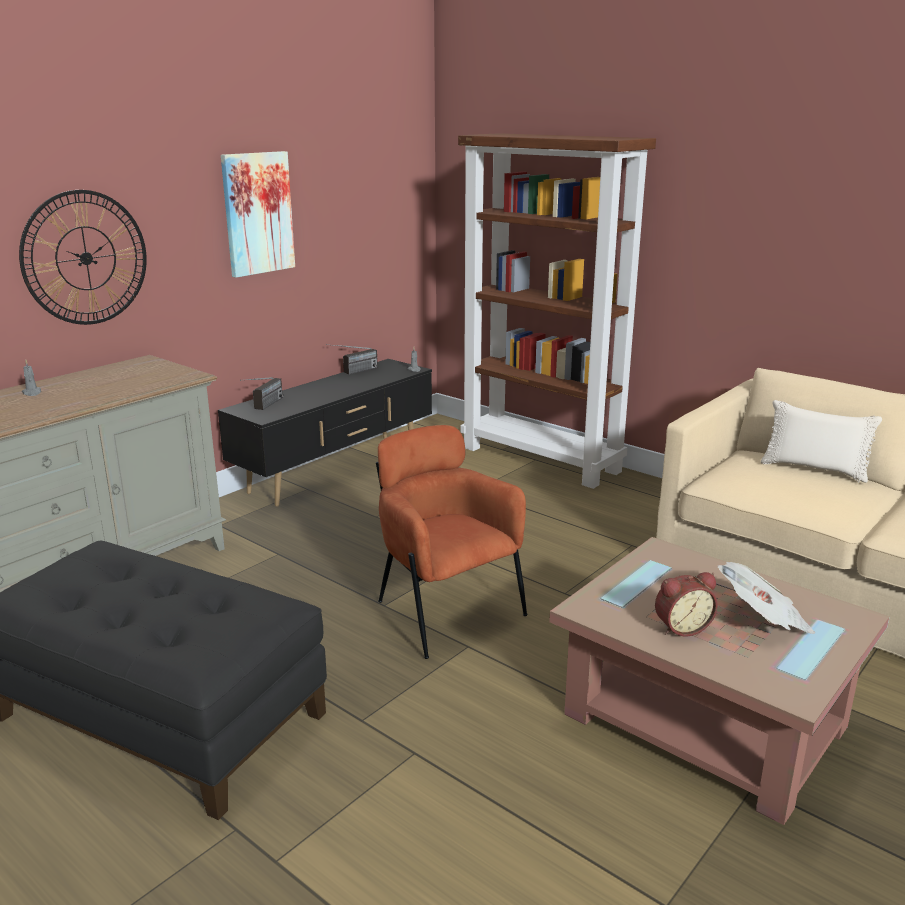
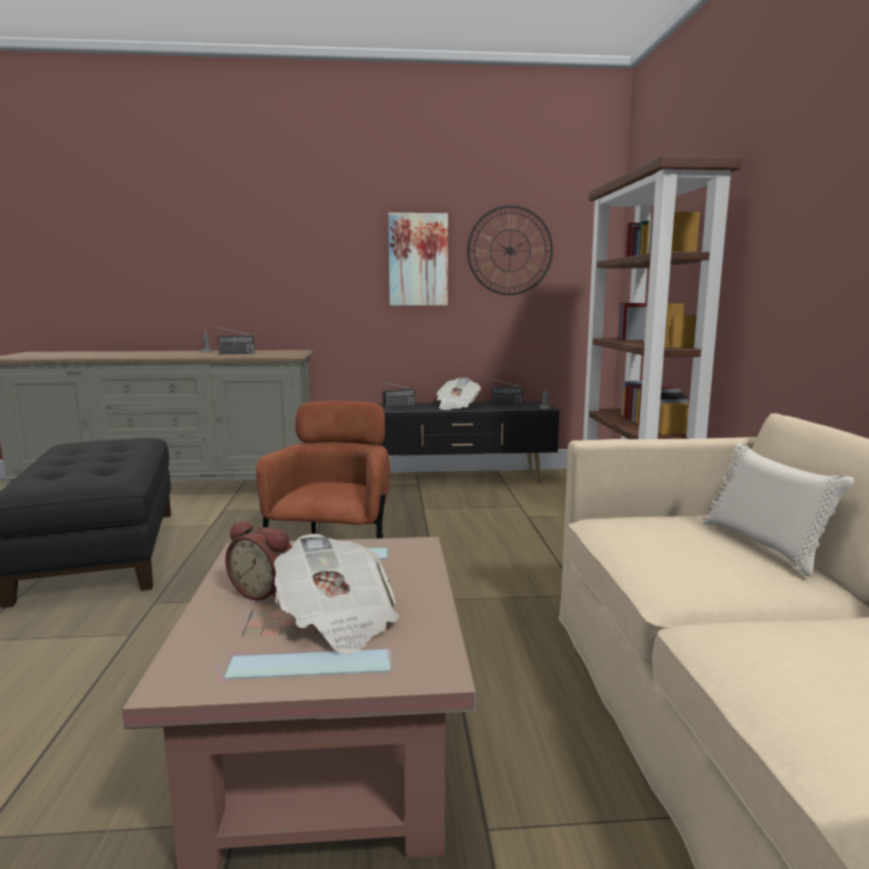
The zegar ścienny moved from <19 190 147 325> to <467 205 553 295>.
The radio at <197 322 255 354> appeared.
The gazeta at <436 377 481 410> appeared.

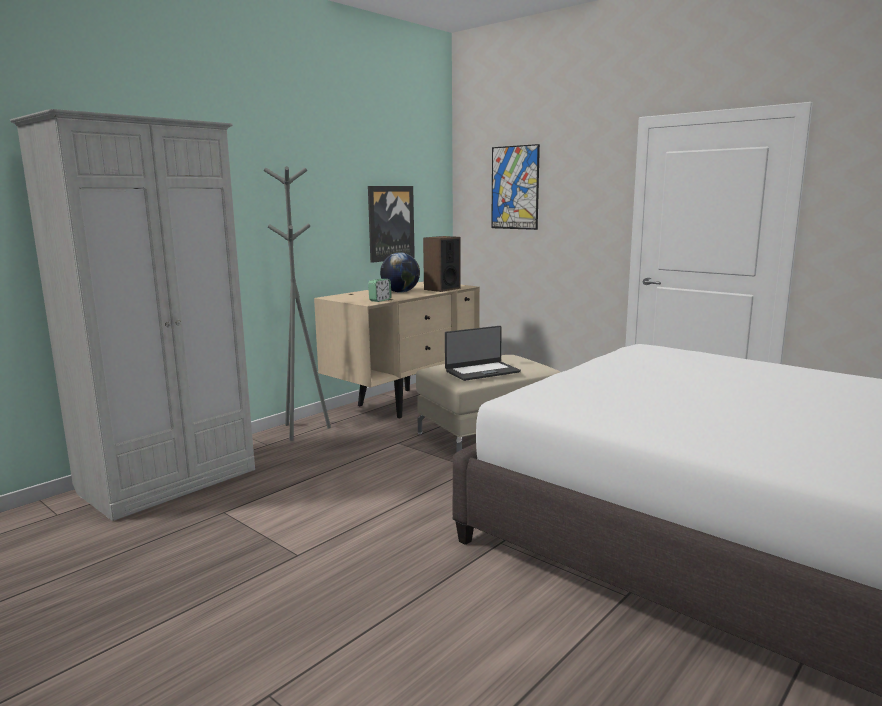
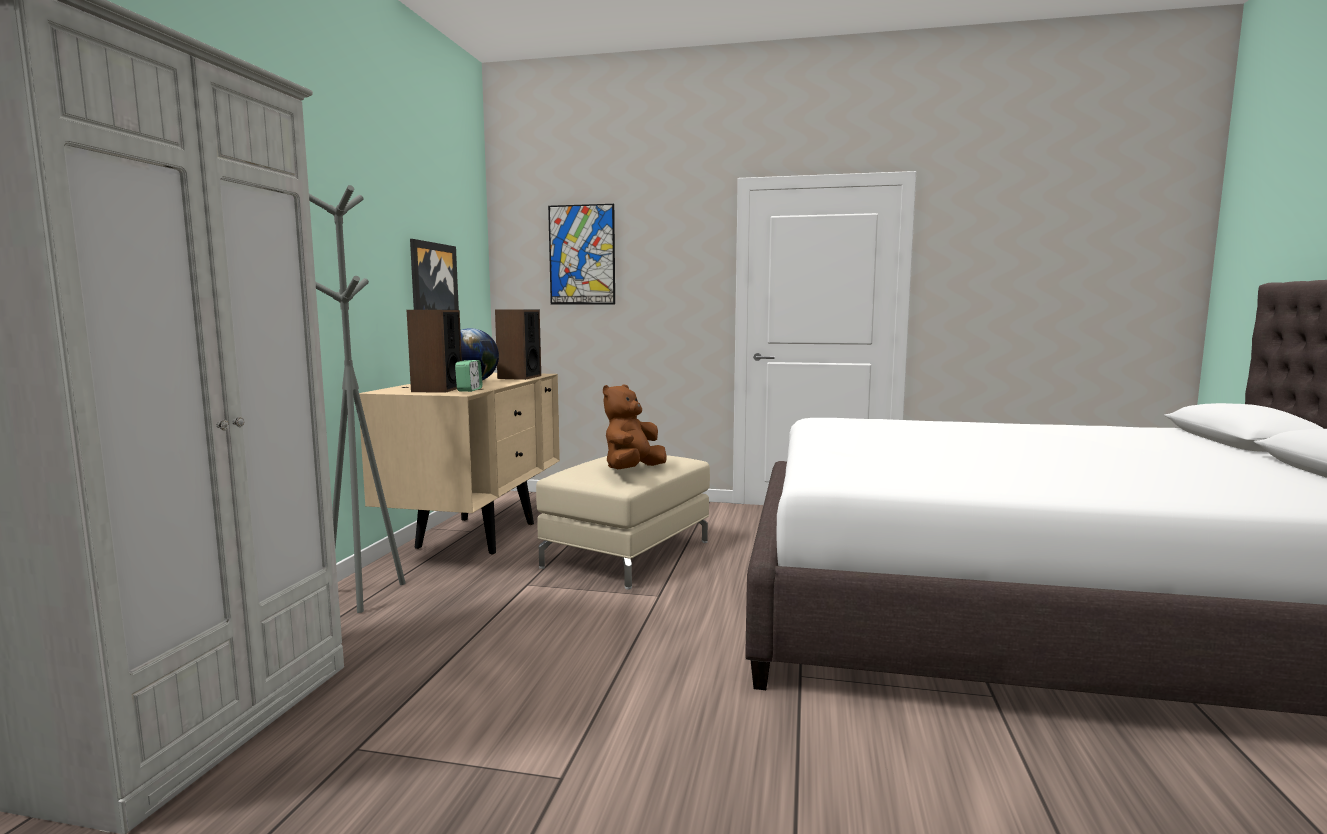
The laptop at <445 326 521 381> was replaced by the pluszak [brązowy] at <603 384 667 469>.
The głośnik at <407 310 462 393> appeared.

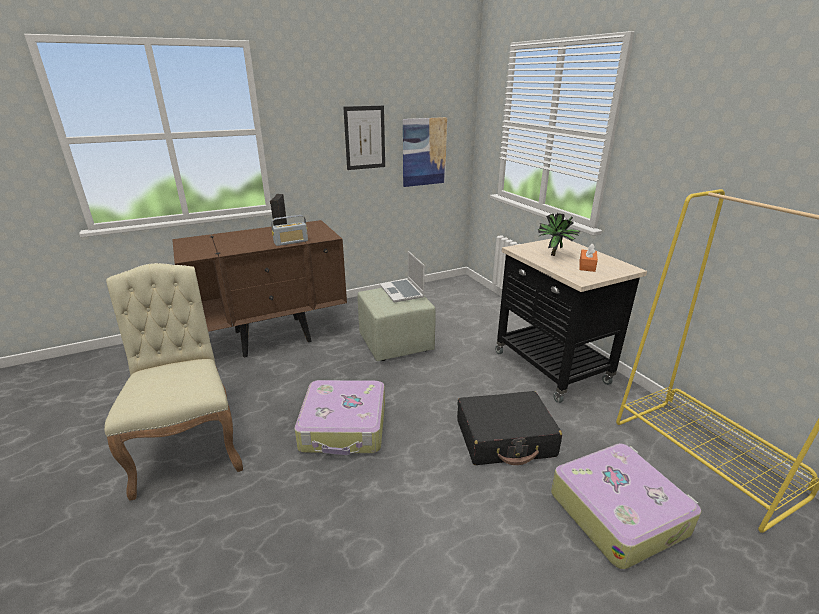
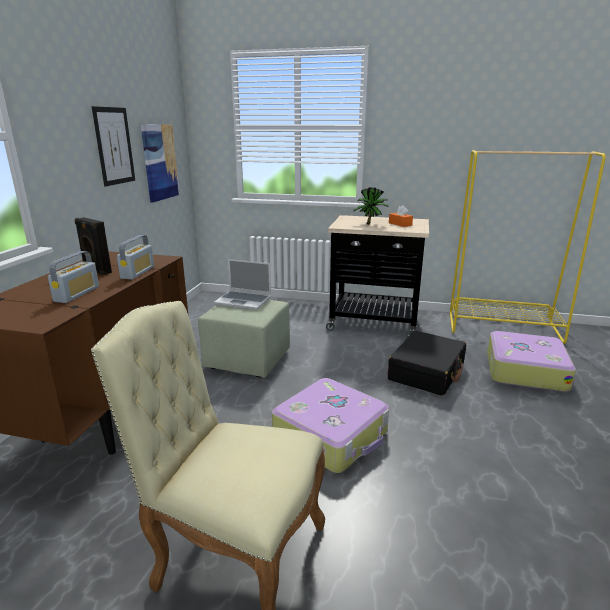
The radio at <48 251 99 303> appeared.

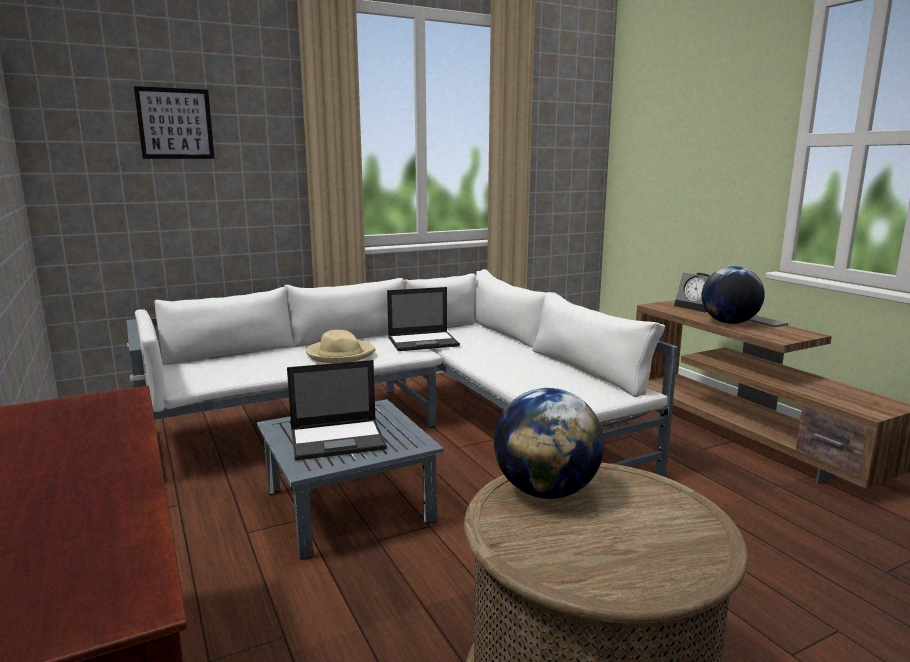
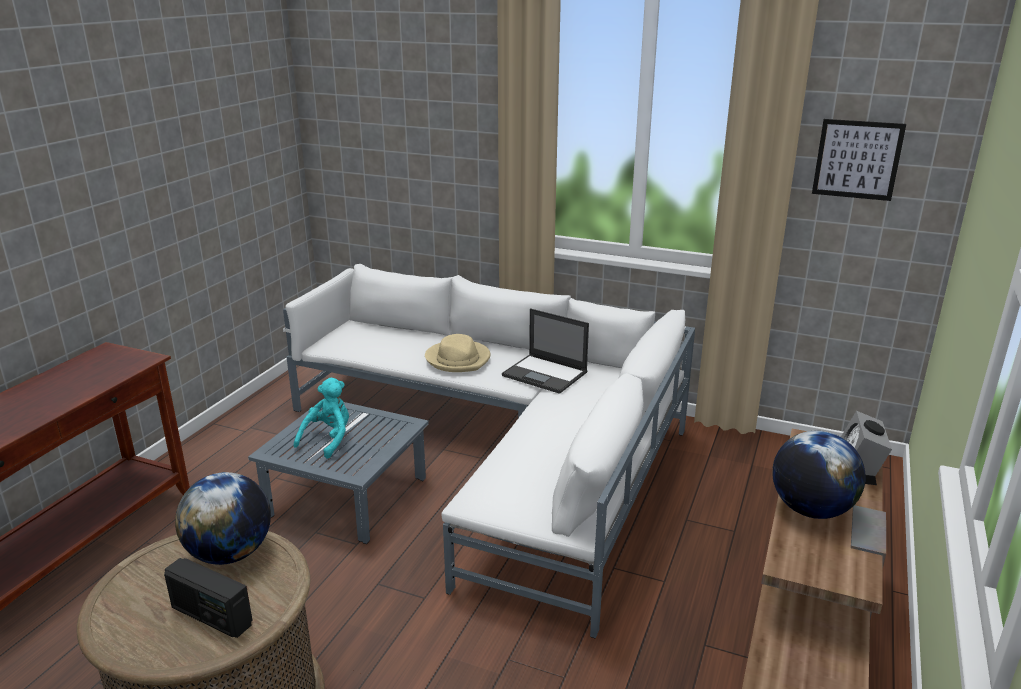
The obraz moved from <134 86 215 159> to <812 119 906 201>.
The laptop at <287 360 387 461> was replaced by the pluszak [turkusowy] at <294 378 349 459>.
The radio at <164 558 252 638> appeared.

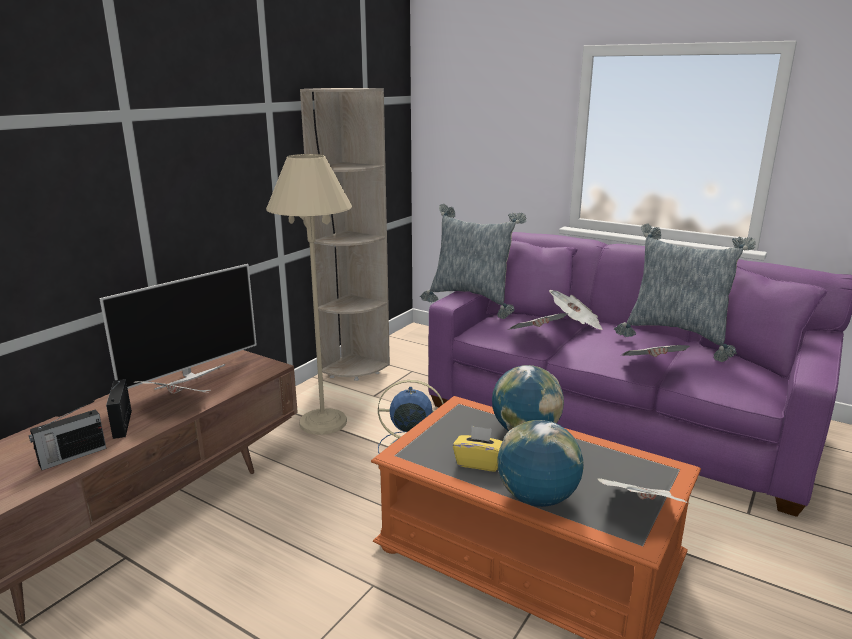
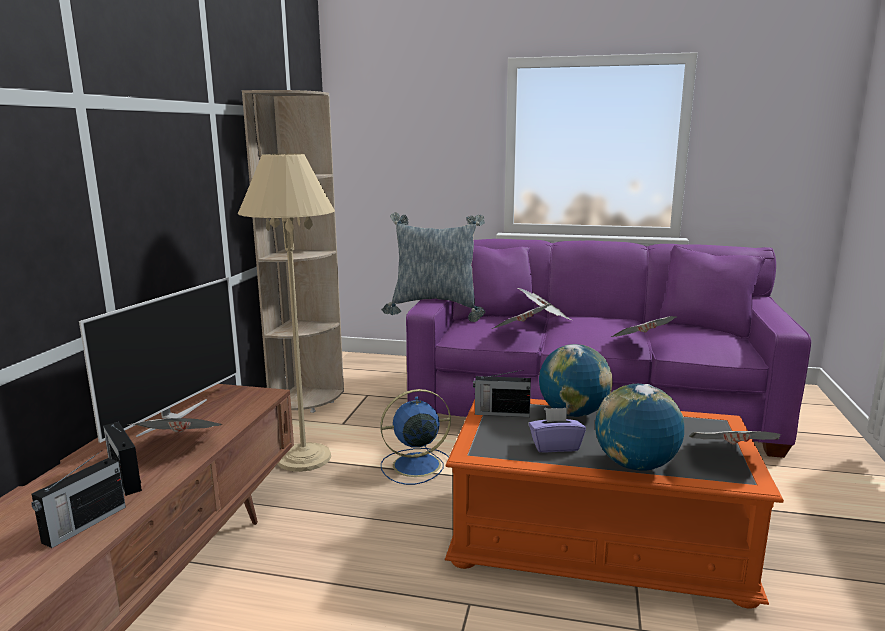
The poduszka at <614 223 756 362> disappeared.
The pudełko chusteczek [żółty] at <453 425 502 472> became the pudełko chusteczek [fioletowy] at <529 408 586 453>.
The radio at <473 370 531 417> appeared.

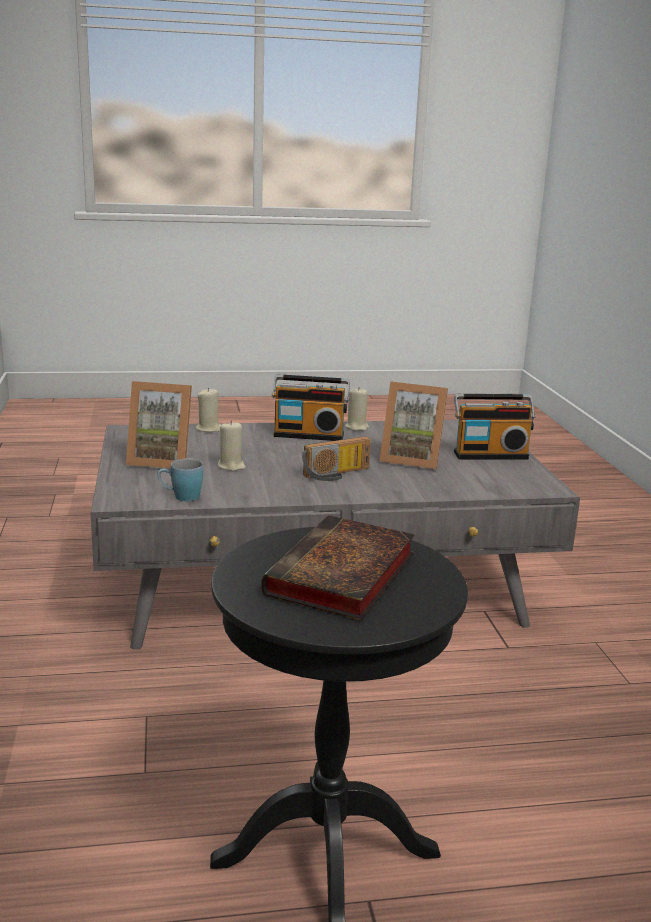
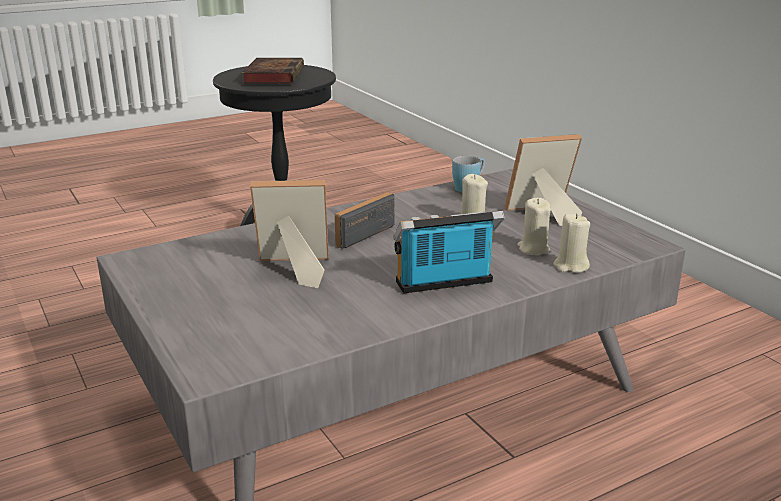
The świeca [beżowy] moved from <345 389 369 431> to <517 198 551 255>.
The radio at <454 394 536 460> disappeared.

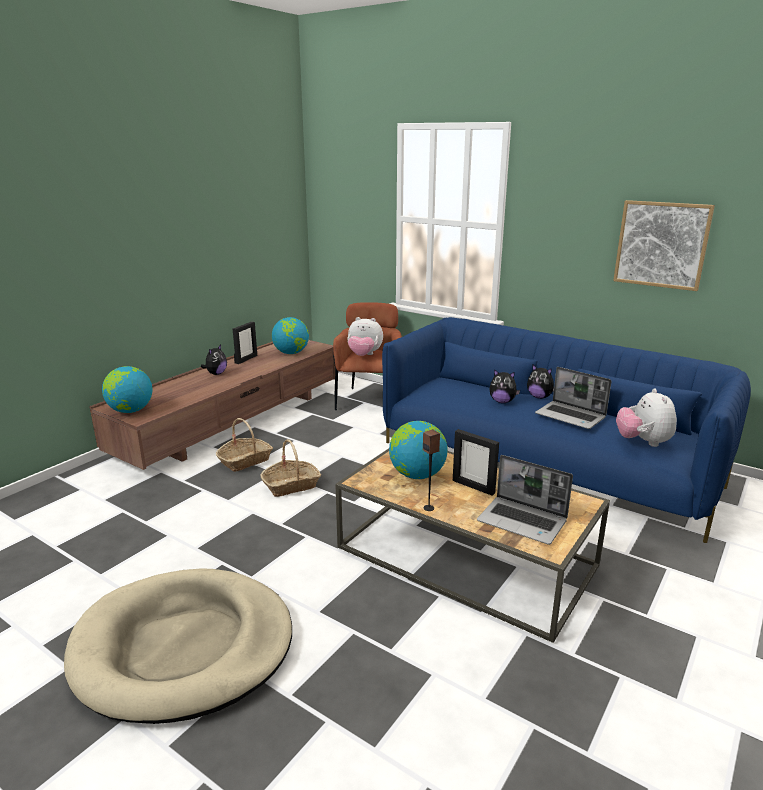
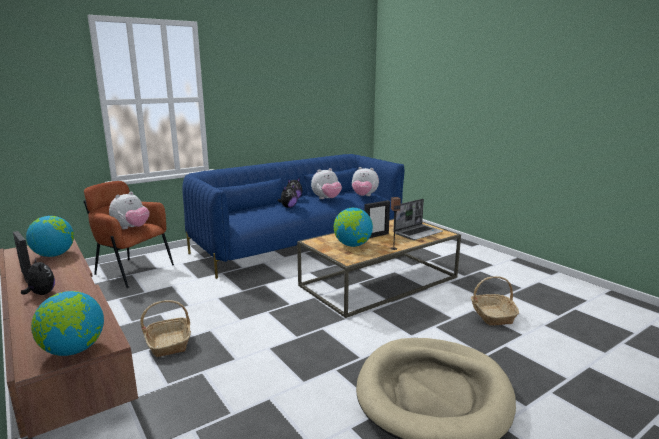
The obraz at <613 200 715 291> disappeared.
The laptop at <535 367 612 429> was replaced by the pluszak at <311 168 342 199>.
The koszyk moved from <260 439 321 497> to <471 276 519 326>.

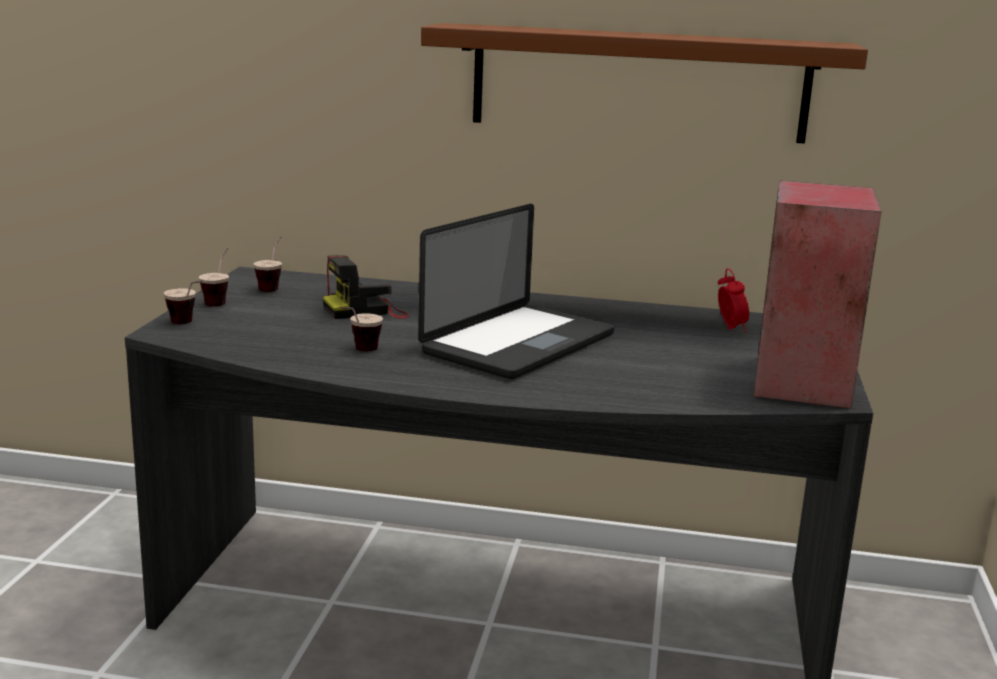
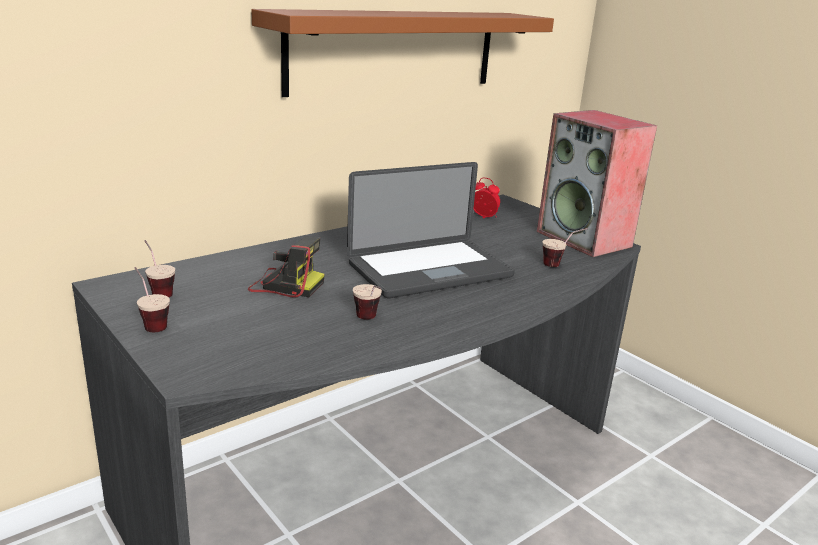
The laptop at <418 204 614 379> turned 75 degrees clockwise.
The aparat fotograficzny at <323 255 409 319> turned 90 degrees counterclockwise.
The filiżanka moved from <164 280 203 324> to <543 228 588 267>.

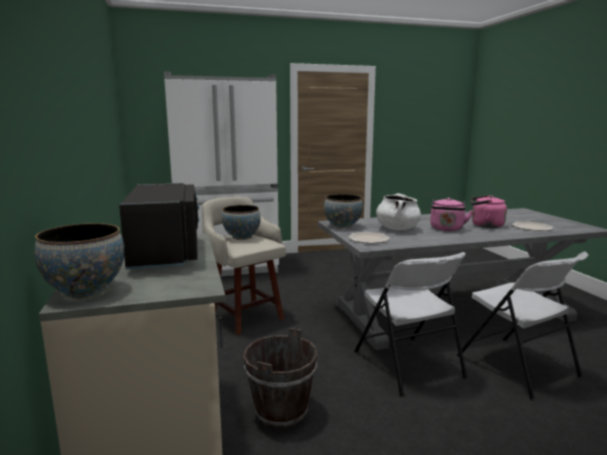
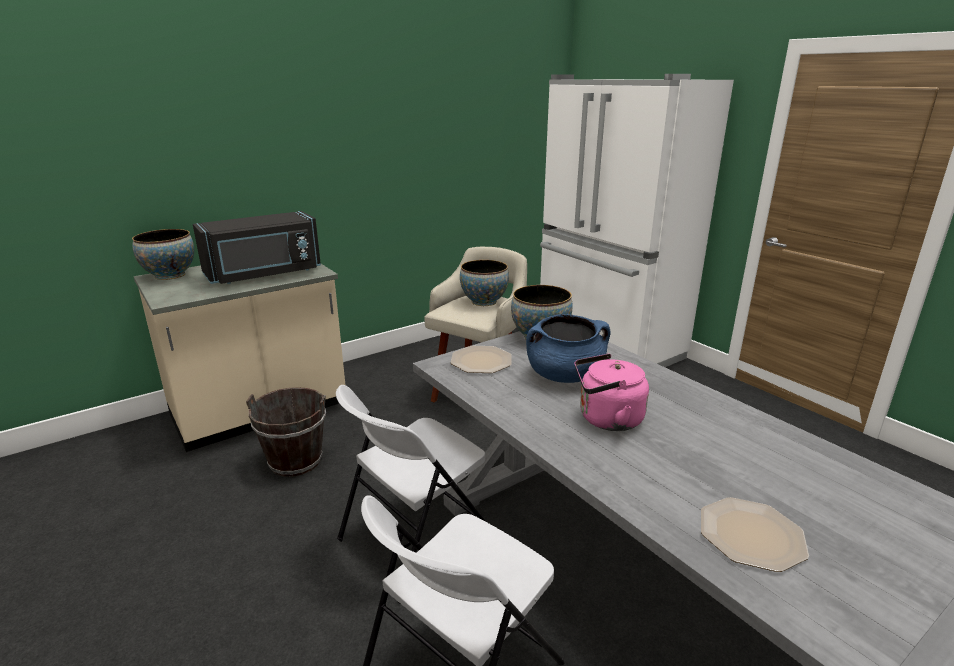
The garnek [biały] at <376 193 421 230> became the garnek [niebieski] at <526 314 610 383>.
The czajnik [różowy] at <471 195 507 228> disappeared.

